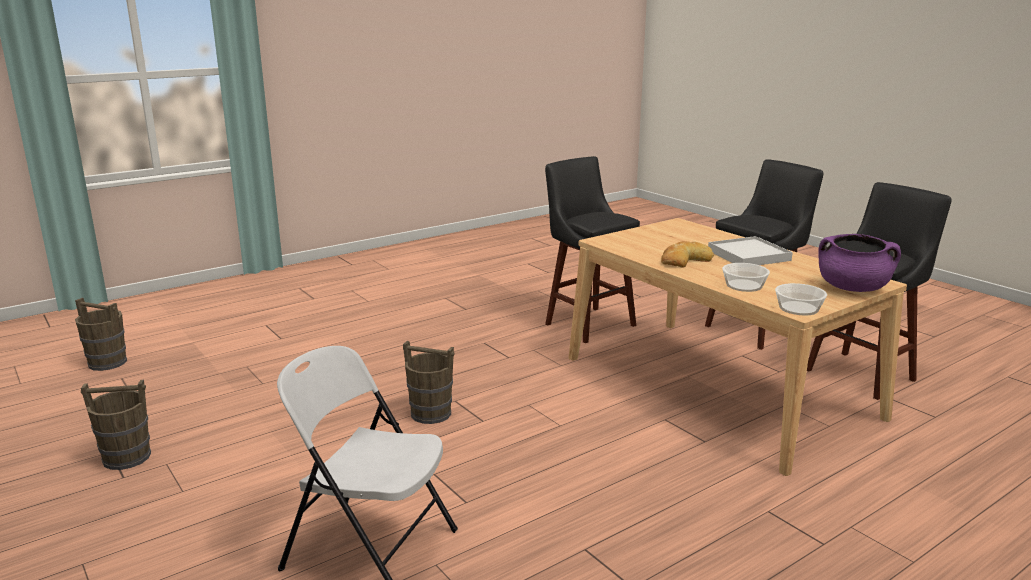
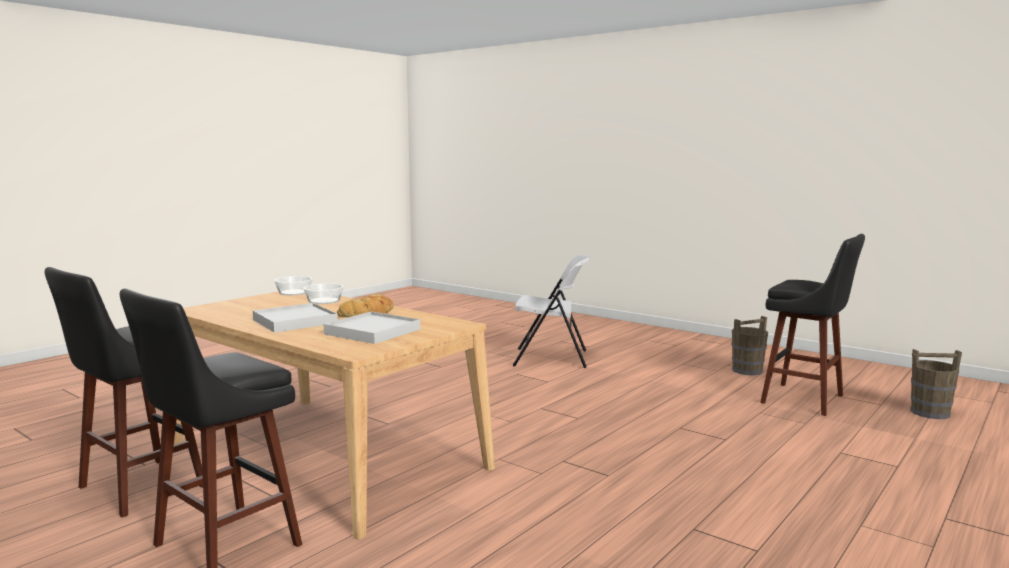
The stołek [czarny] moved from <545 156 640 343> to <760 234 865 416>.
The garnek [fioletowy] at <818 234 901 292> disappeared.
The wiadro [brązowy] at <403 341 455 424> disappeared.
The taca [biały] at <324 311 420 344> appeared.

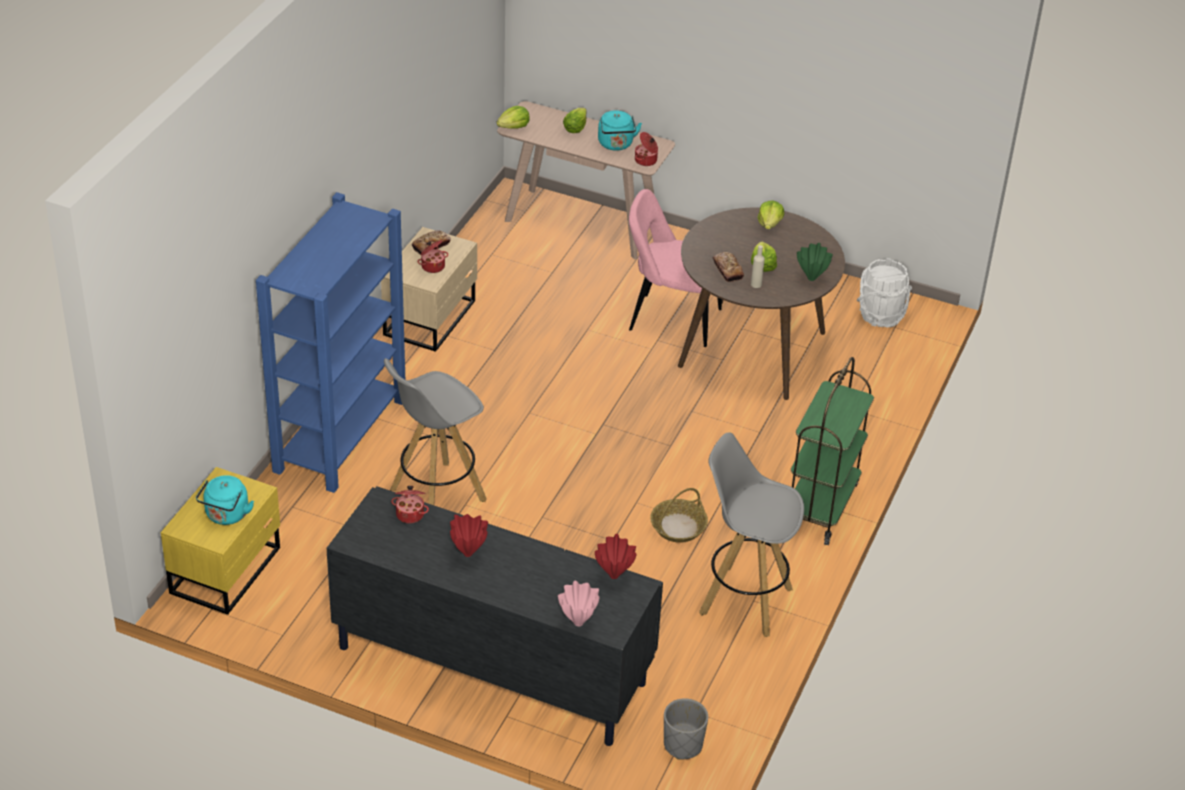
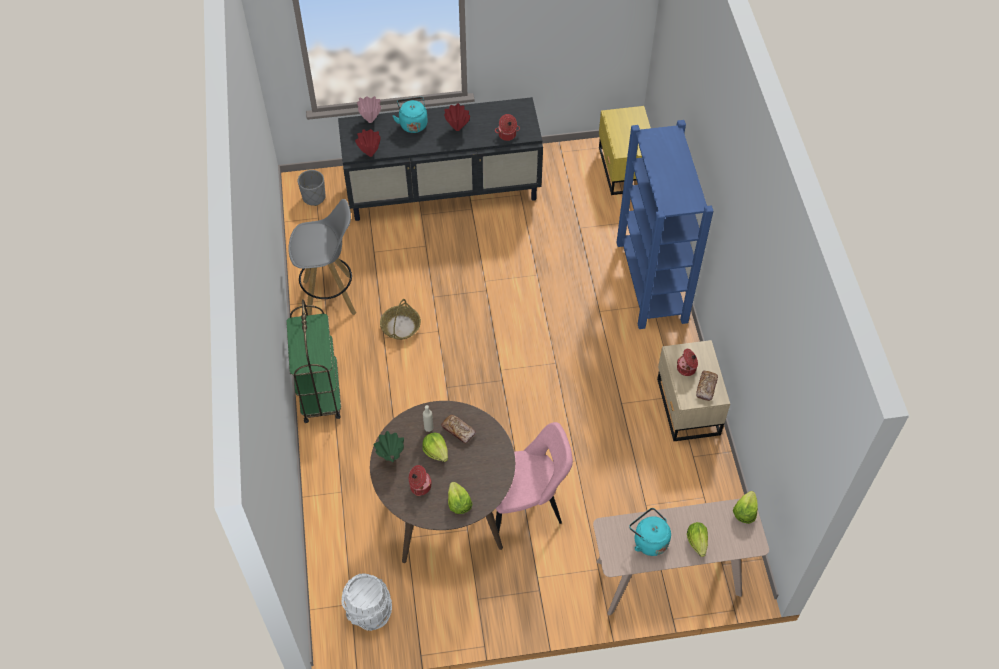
The garnek moved from <635 132 658 166> to <409 465 432 496>.
The stołek [szary] at <384 358 487 505> disappeared.
The czajnik [turkusowy] moved from <196 475 254 525> to <393 97 428 133>.

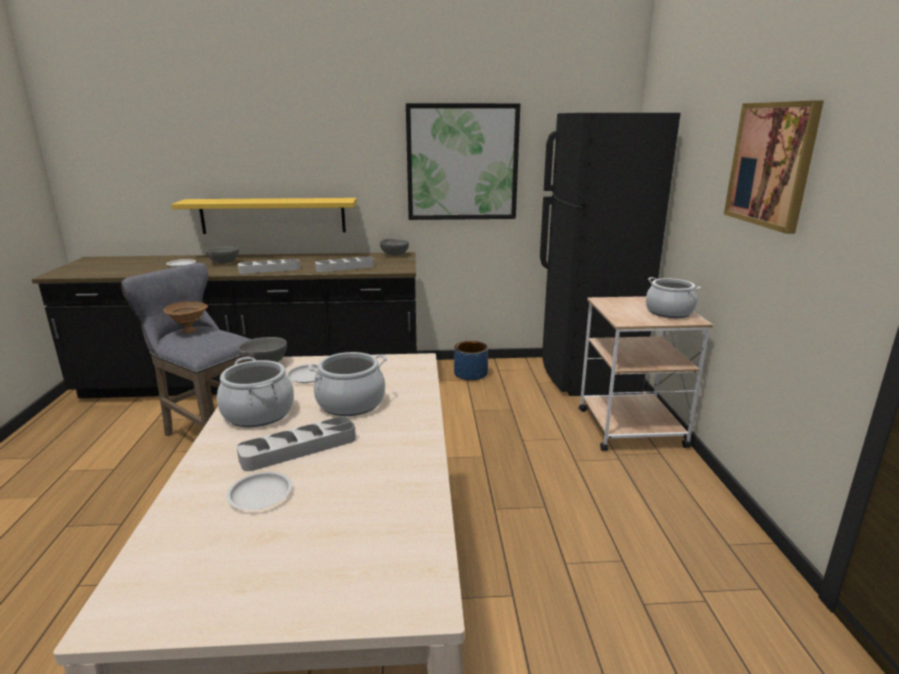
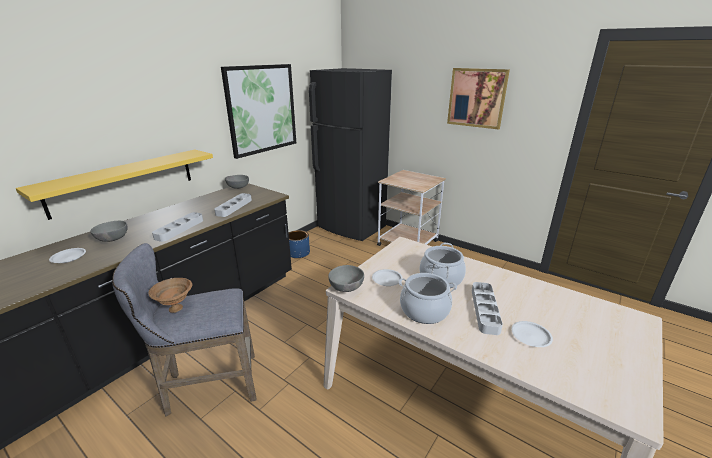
The garnek at <646 277 701 318> disappeared.

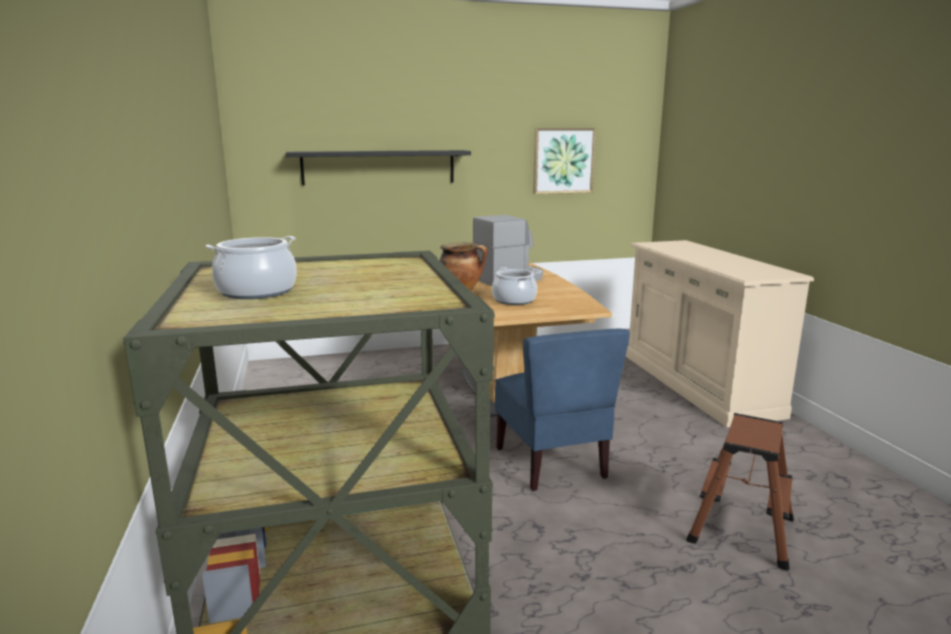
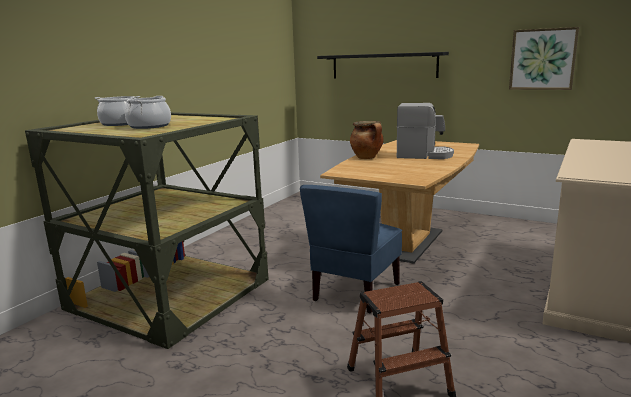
The garnek moved from <492 267 537 305> to <125 96 171 129>.

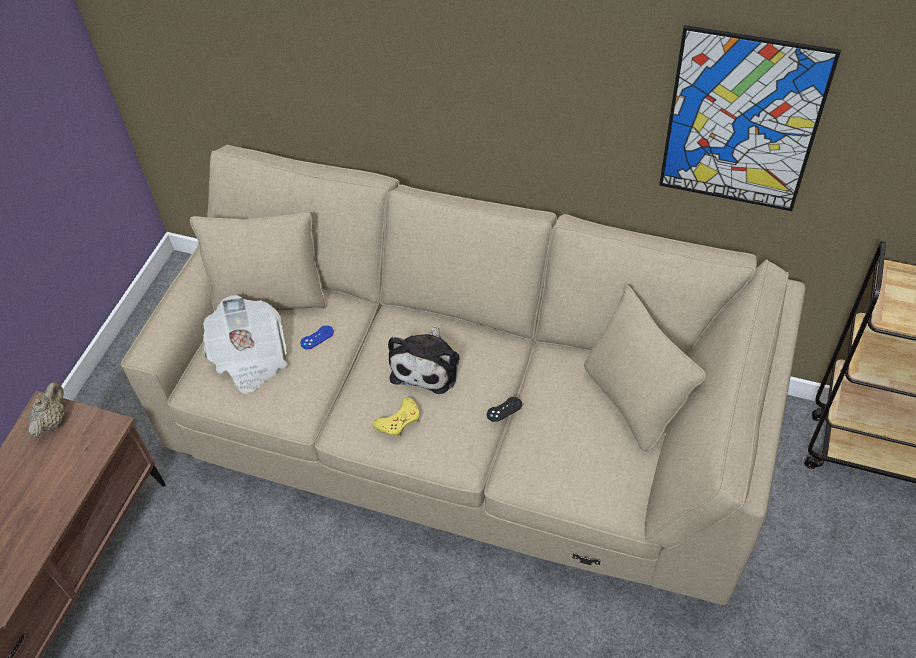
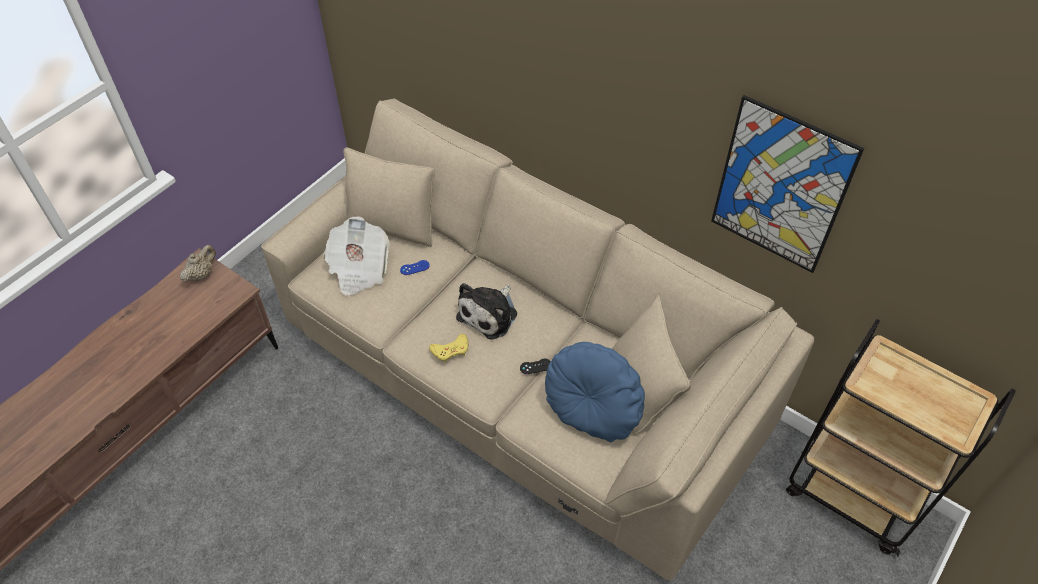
The poduszka [niebieski] at <545 342 645 442> appeared.

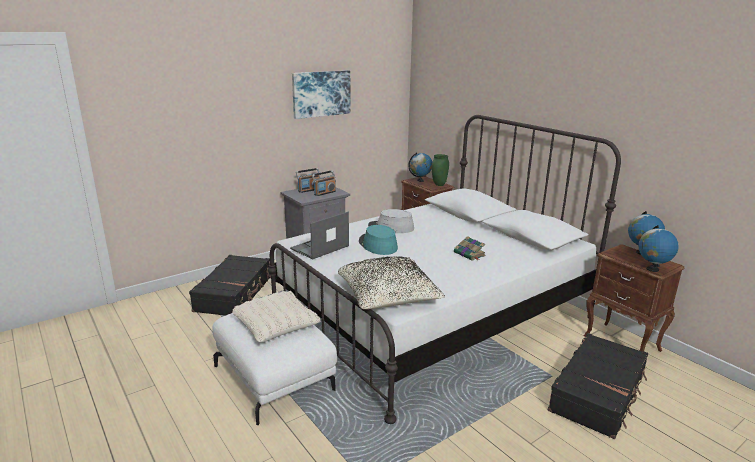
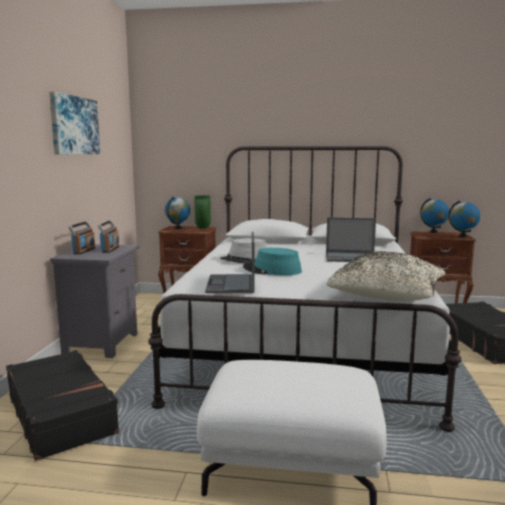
The książka at <454 236 486 261> was replaced by the laptop at <326 217 376 262>.
The poduszka [beżowy] at <232 291 321 343> disappeared.

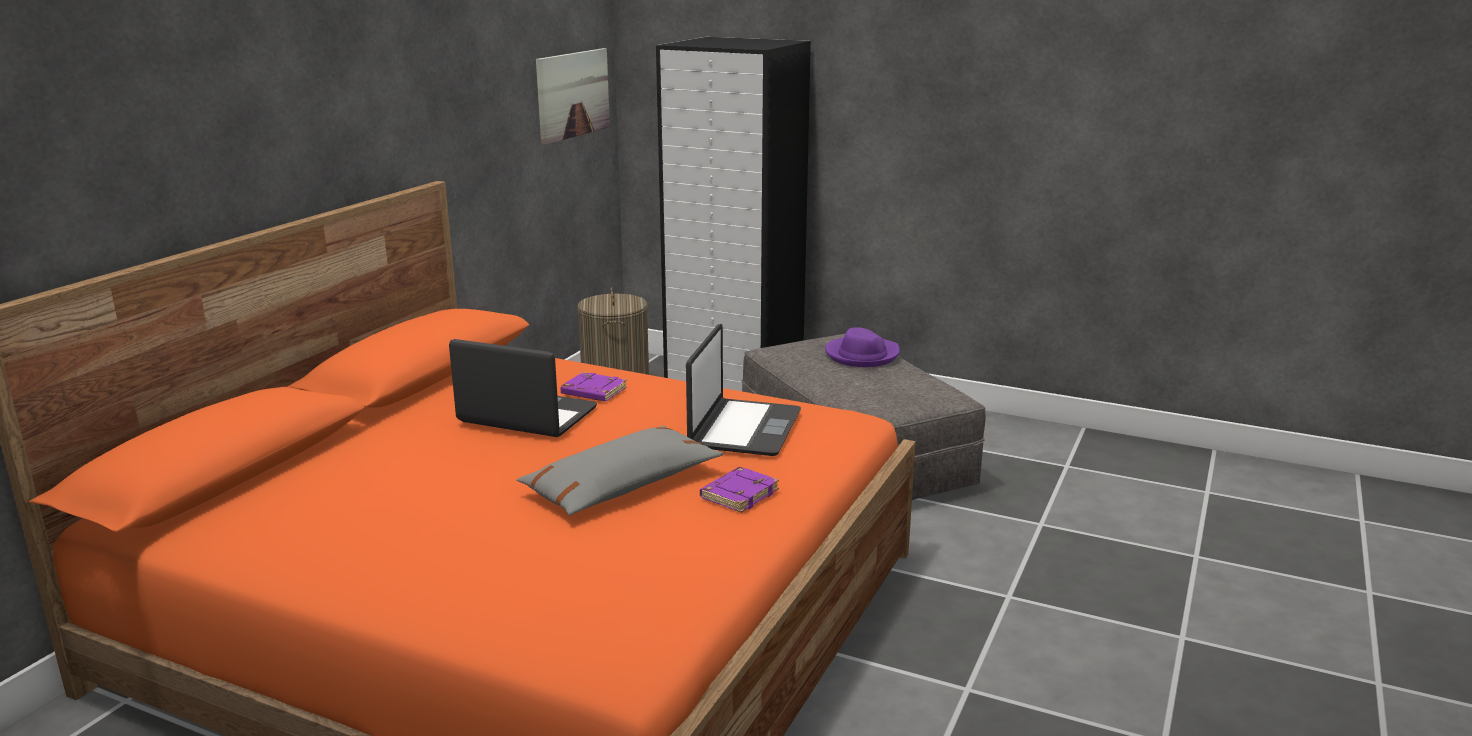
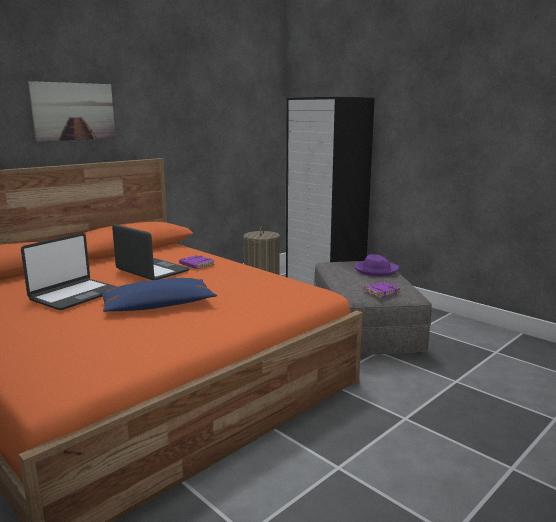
The obraz moved from <536 48 610 145> to <28 81 116 141>.
The laptop moved from <686 324 801 456> to <21 233 118 310>.
The poduszka [szary] at <517 426 723 516> became the poduszka [niebieski] at <100 278 217 312>.
The książka [fioletowy] moved from <700 467 779 513> to <364 282 400 297>.

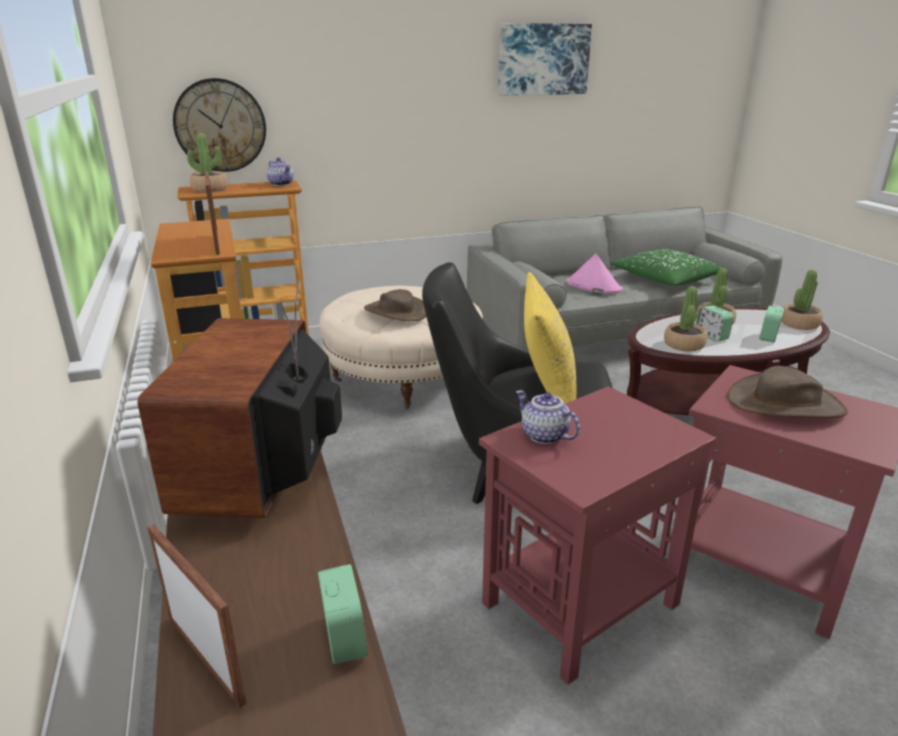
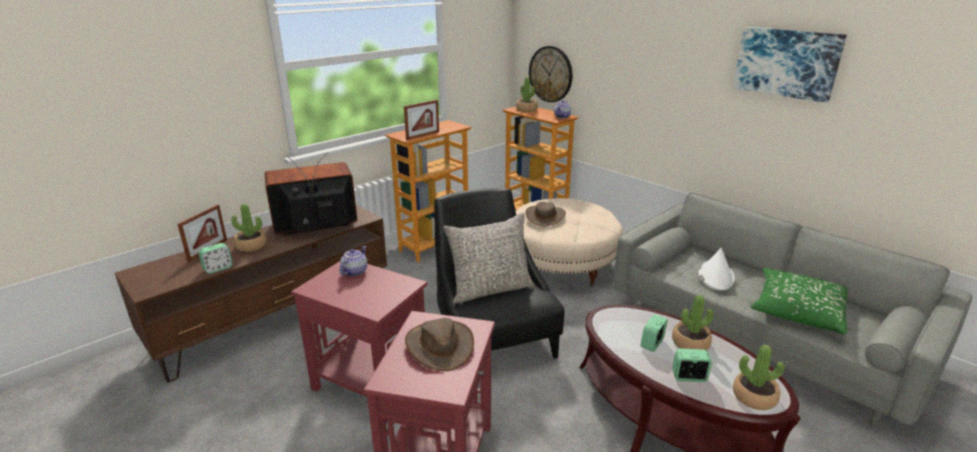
The kapelusz [różowy] at <567 253 623 293> became the kapelusz [biały] at <699 248 735 290>.
The poduszka [żółty] at <524 272 577 403> became the poduszka [szary] at <443 213 534 303>.
The roślina doniczkowa moved from <664 286 707 352> to <231 204 267 252>.

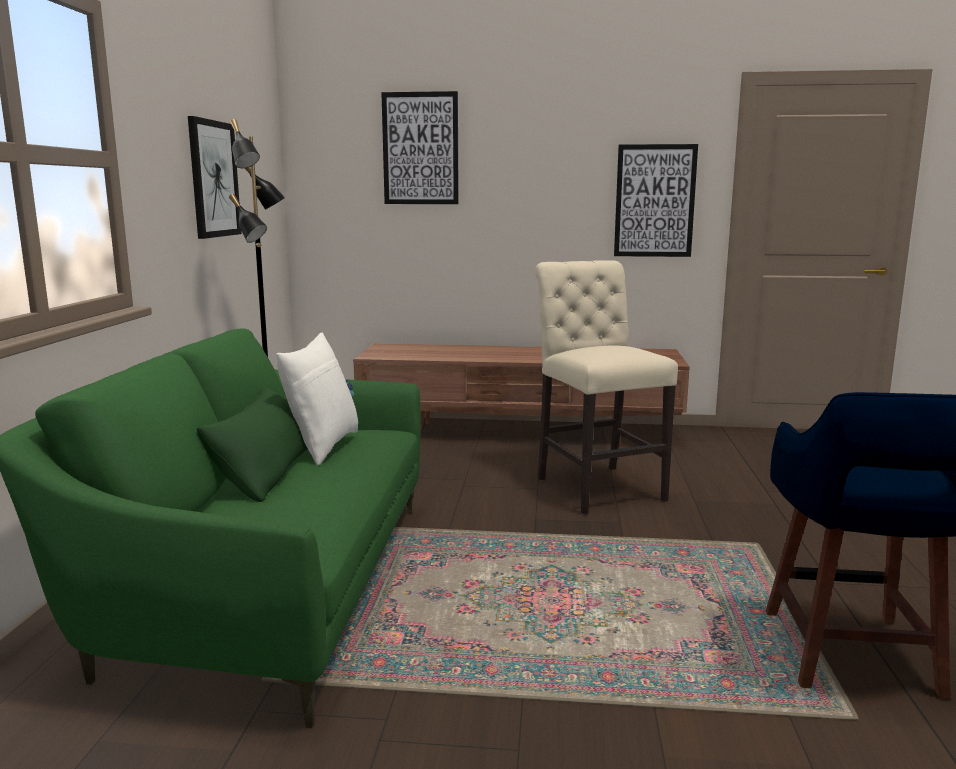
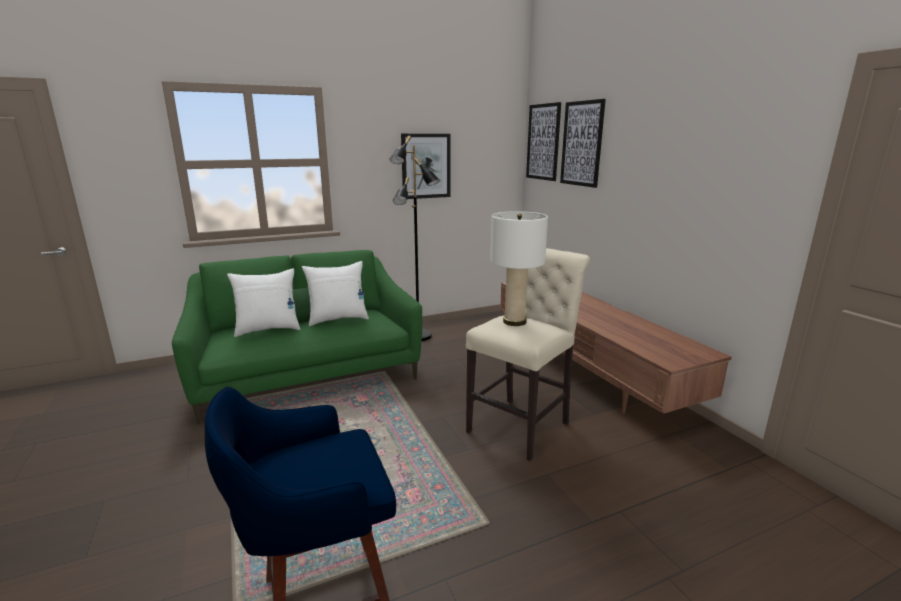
The obraz moved from <614 144 698 257> to <526 102 561 181>.
The lampa stołowa [biały] at <490 211 548 326> appeared.
The poduszka [biały] at <227 268 301 337> appeared.

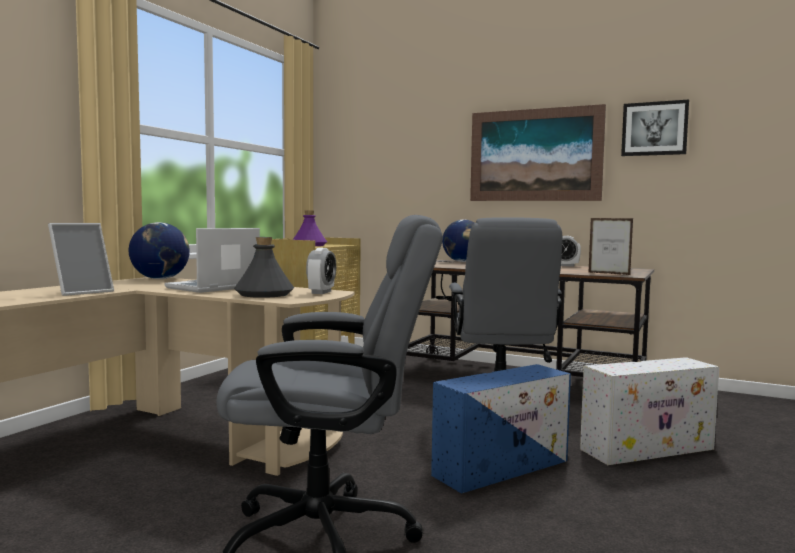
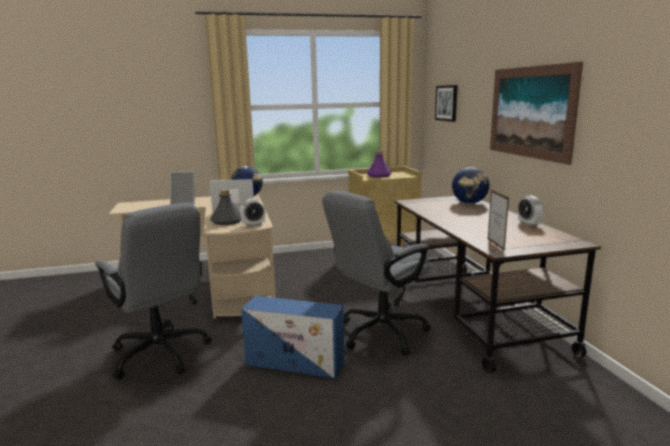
The obraz moved from <621 100 689 156> to <435 85 458 122>.
The pojemnik do przechowywania [biały] at <580 357 719 465> disappeared.

